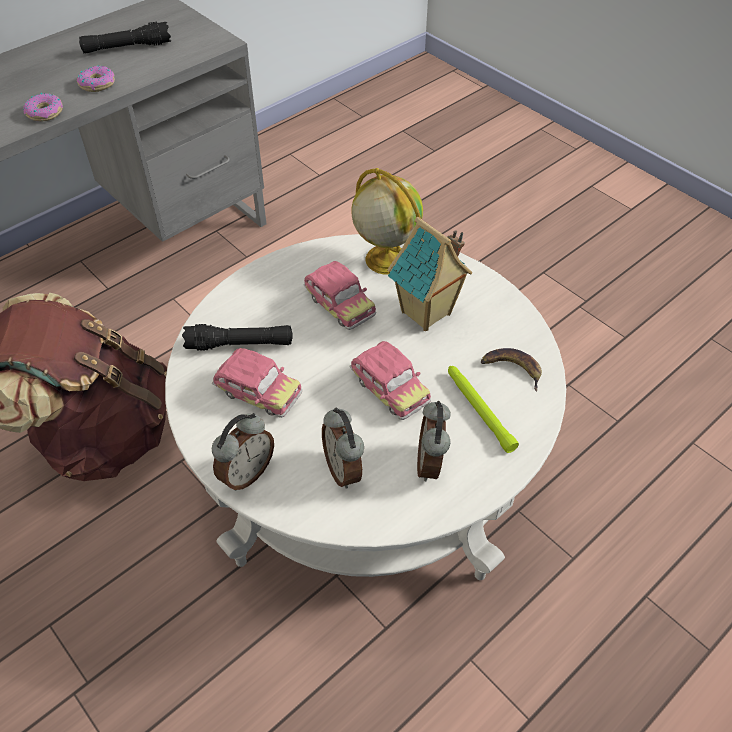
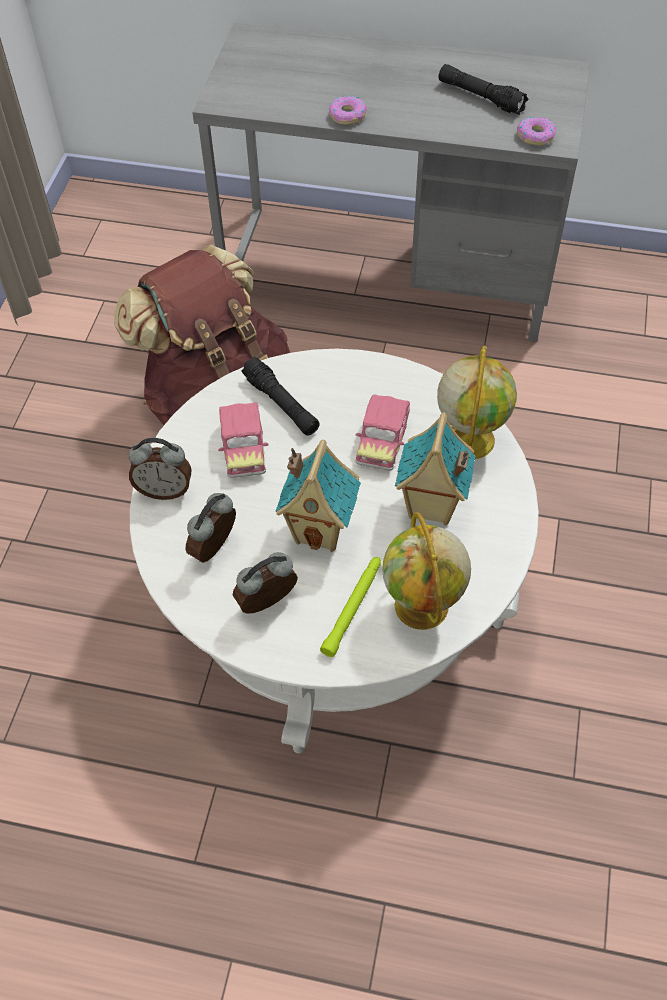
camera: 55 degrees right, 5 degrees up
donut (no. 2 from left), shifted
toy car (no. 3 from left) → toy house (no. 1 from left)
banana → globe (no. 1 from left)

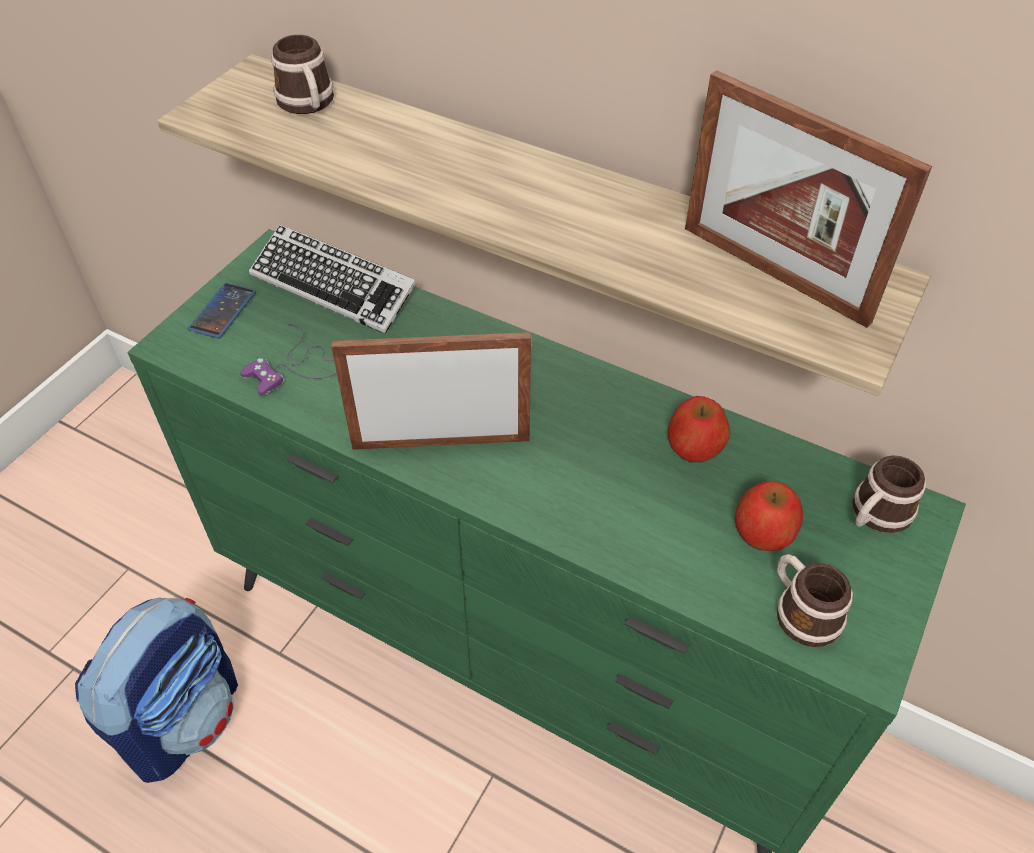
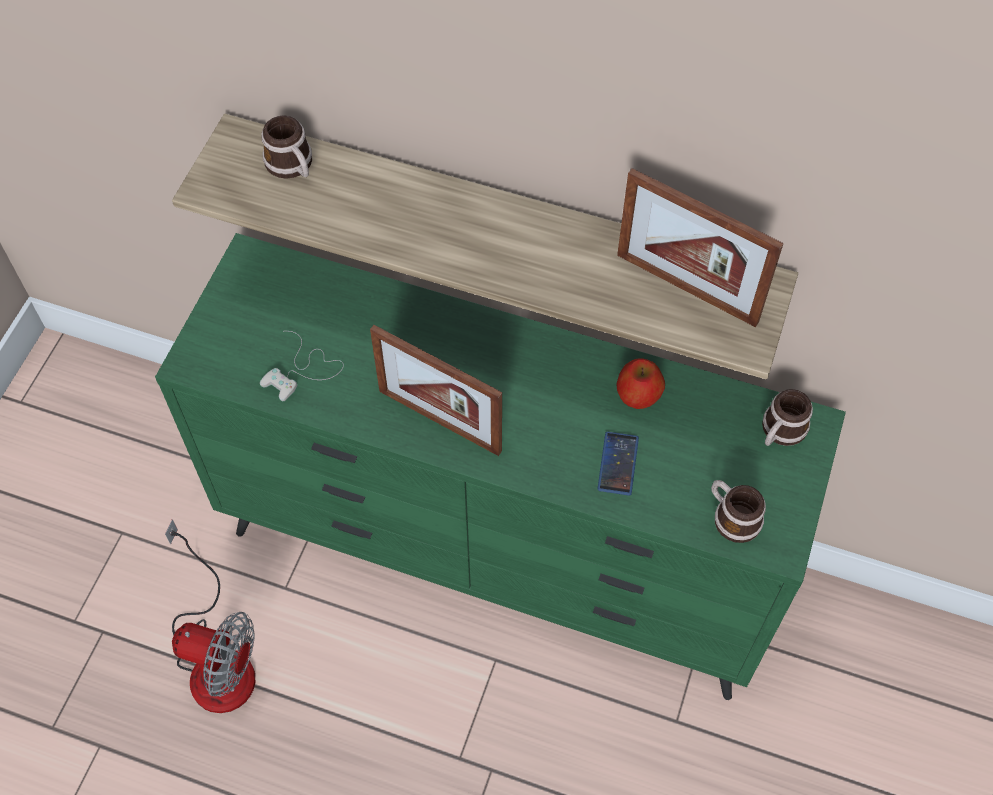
camera: 10 degrees left, 10 degrees up
keyboard → -
apple (no. 2 from left) → -
phone, shifted
backpack → fan
purple game controller → white game controller
picture frame (no. 1 from left), 135 degrees counterclockwise

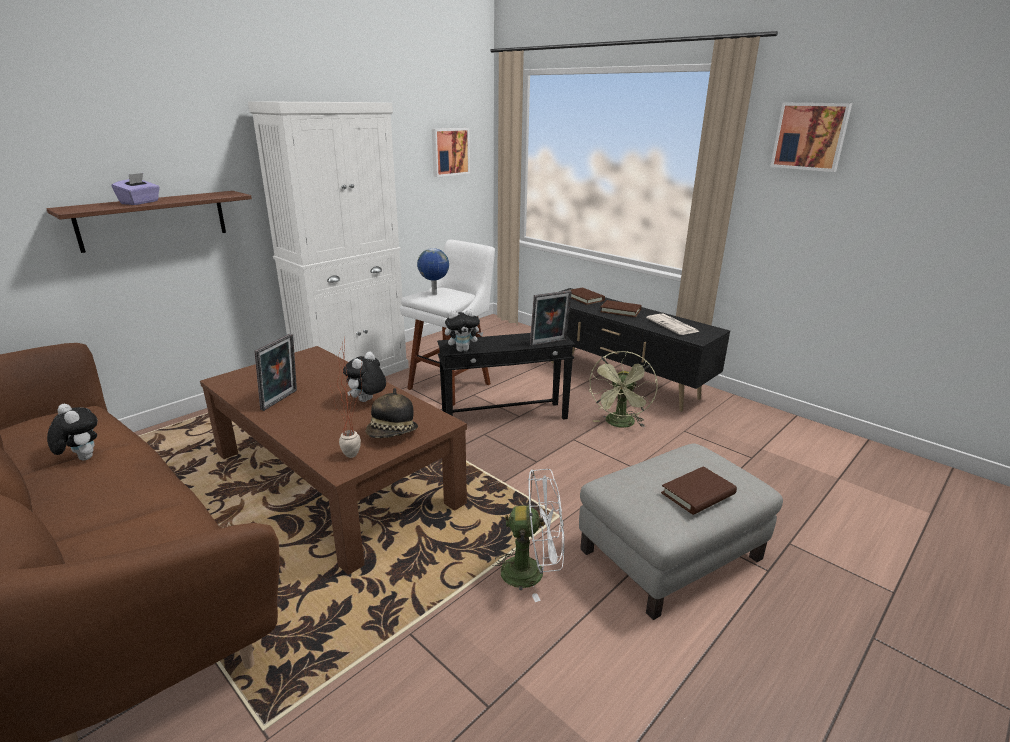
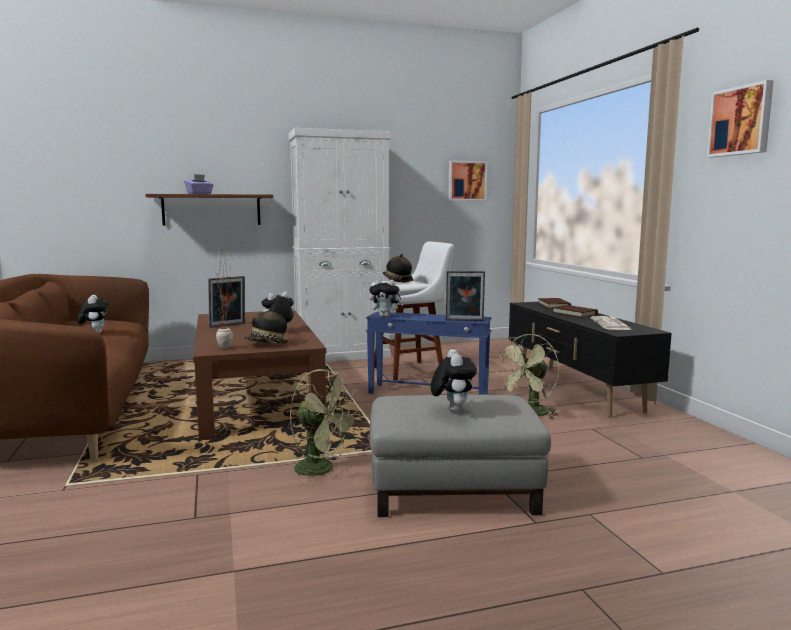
camera: 30 degrees right, 15 degrees down
globe → hat (no. 2 from left)
brown book (no. 3 from left) → plush toy (no. 4 from left)
black side table → blue side table
white fan → green fan (no. 1 from left)

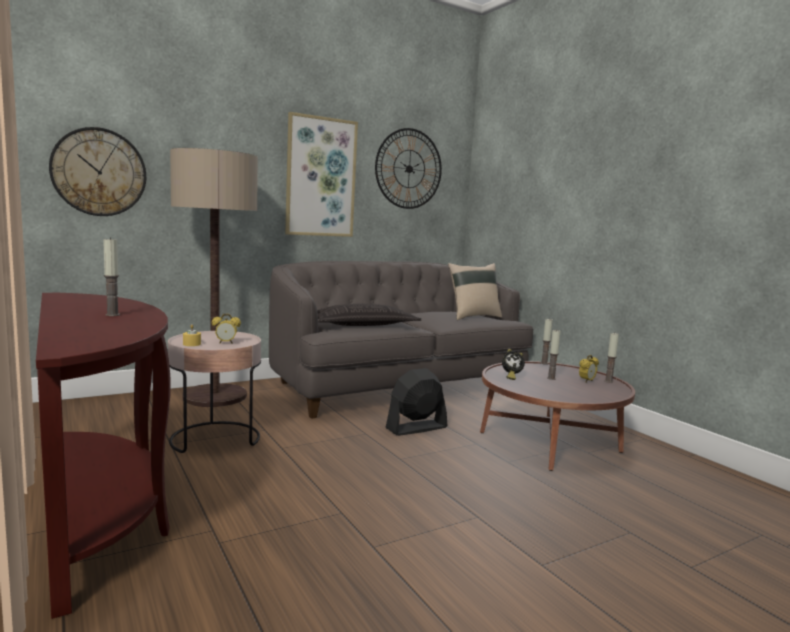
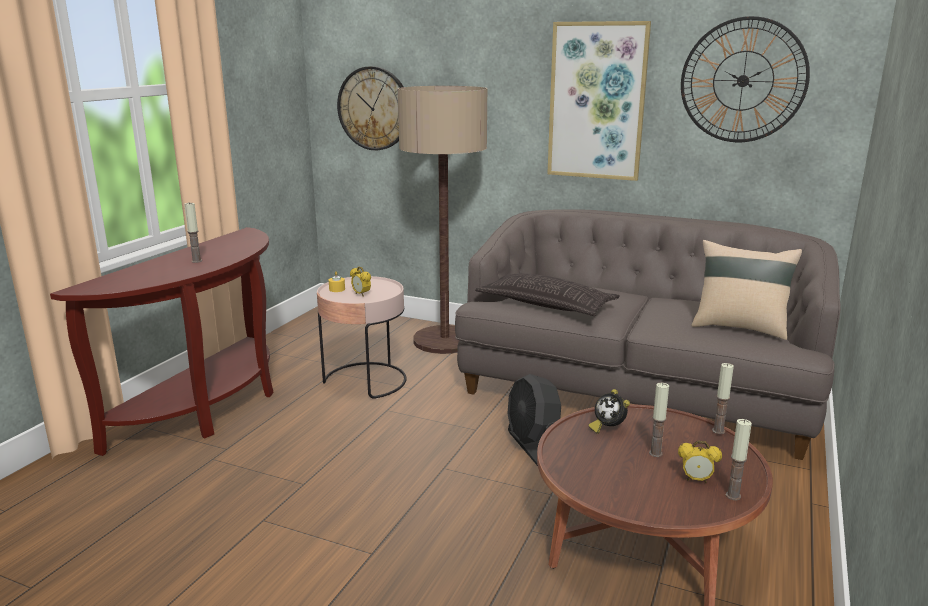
camera: 55 degrees right, 10 degrees up
black fan, 135 degrees counterclockwise

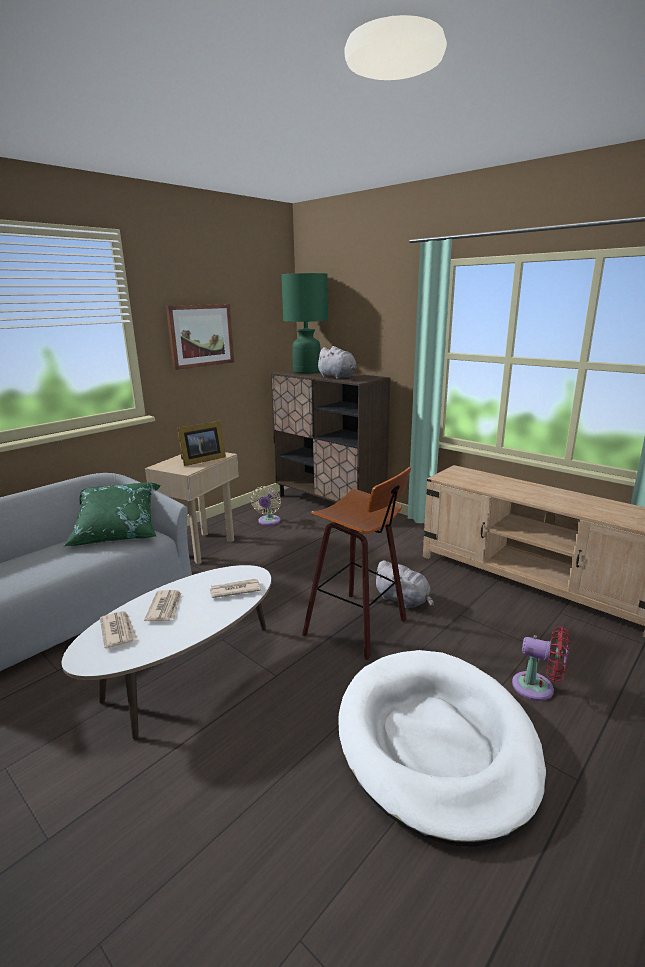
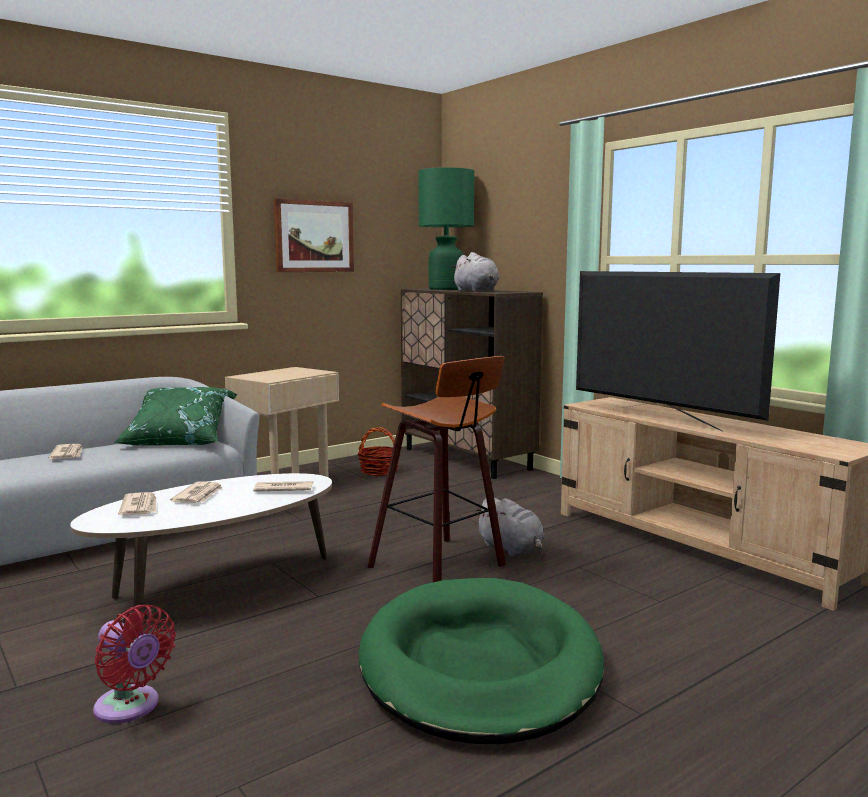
camera: 10 degrees right, 10 degrees down
picture frame → -
- → newspaper (no. 1 from left)
- → television
red fan, shifted
beige fan → basket
white dog bed → green dog bed

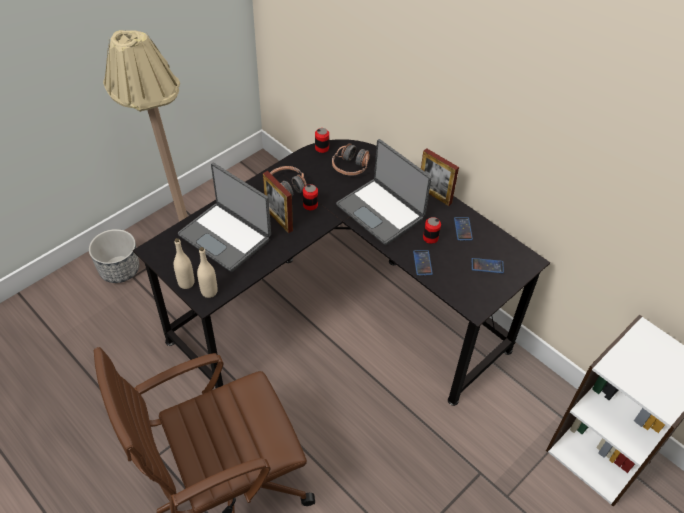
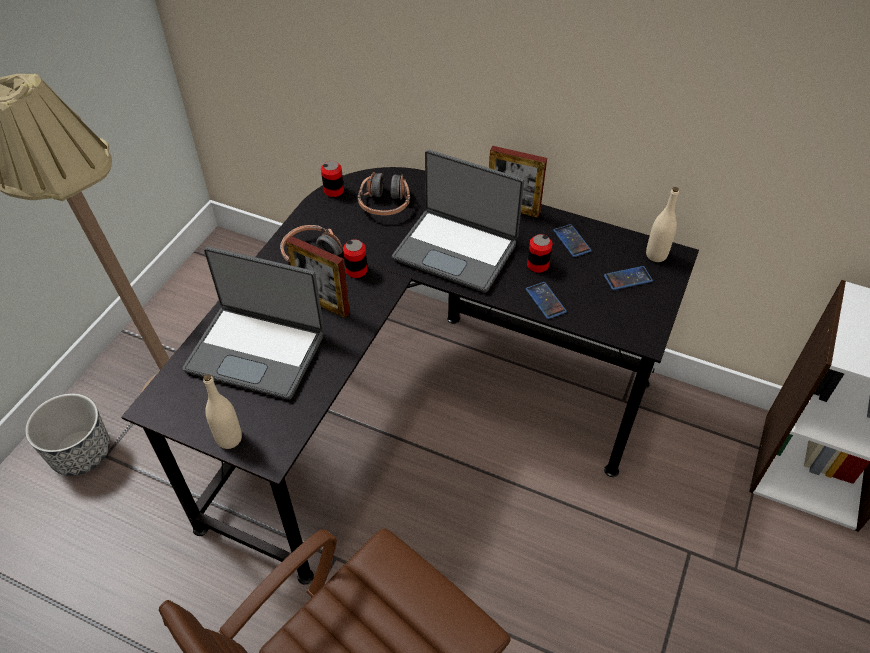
camera: 20 degrees left, 0 degrees up
beige bottle (no. 2 from left), shifted

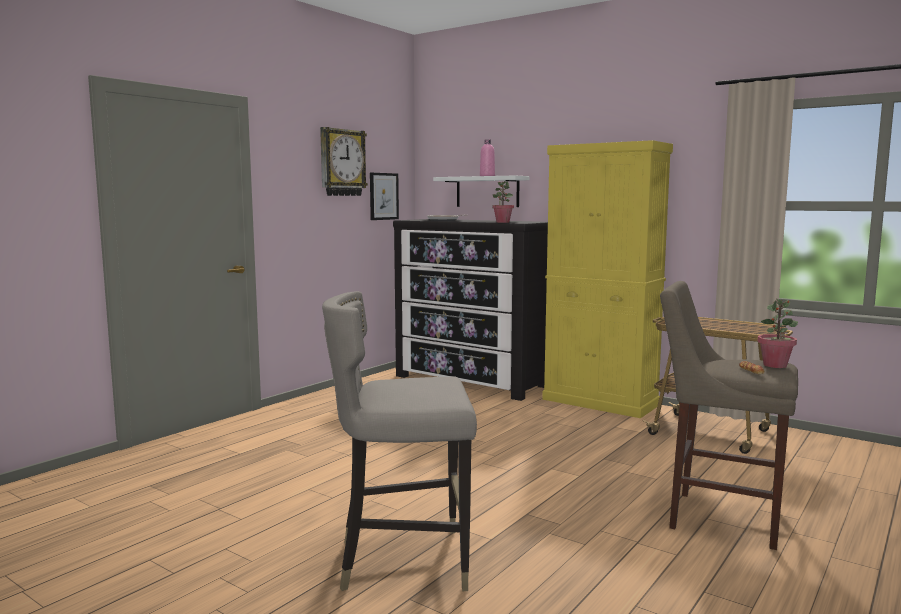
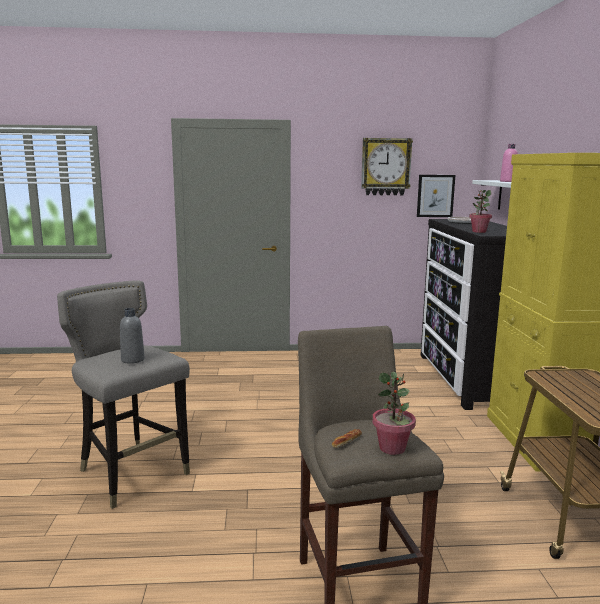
camera: 50 degrees right, 5 degrees up
- → grey bottle

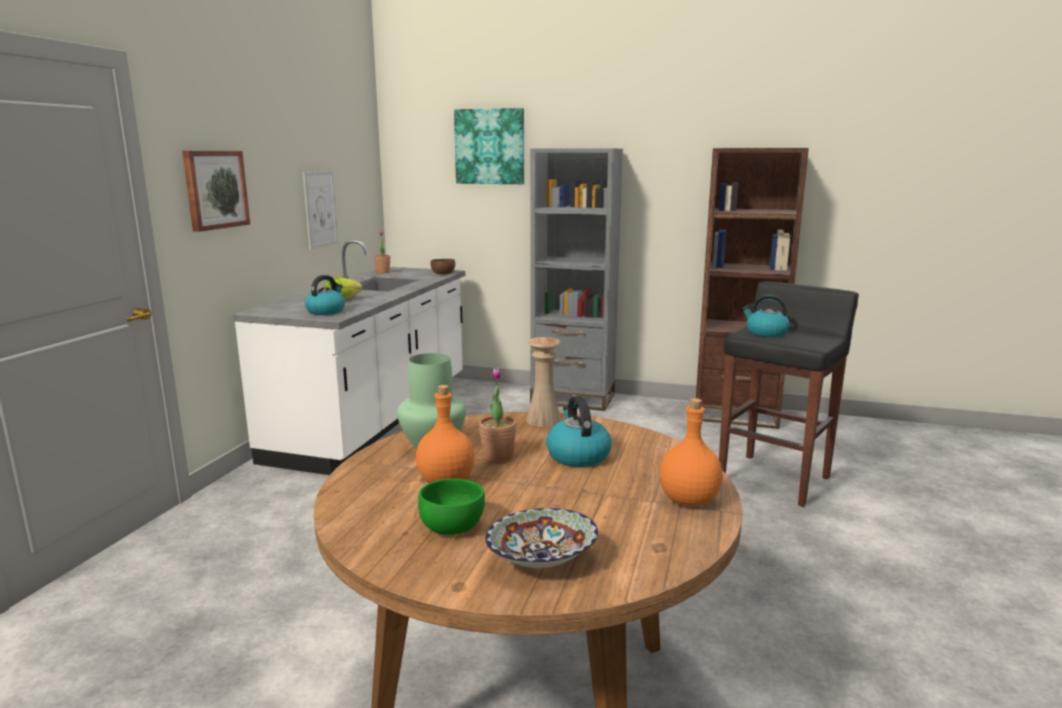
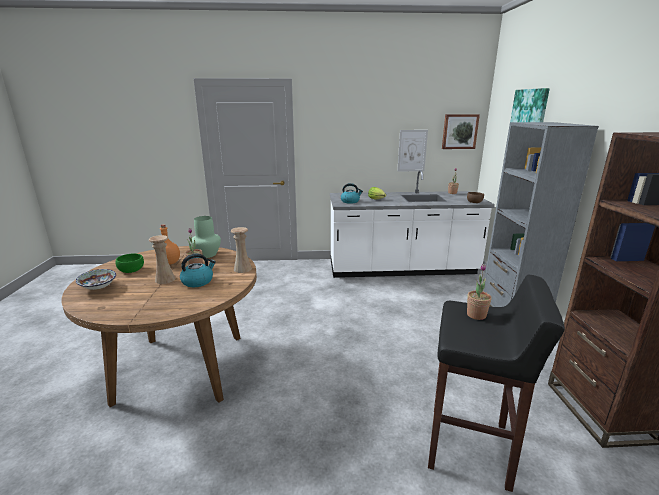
camera: 70 degrees right, 5 degrees up
orange bottle (no. 2 from left) → -
- → beige vase (no. 1 from left)
picture (no. 1 from left in the first image) → picture (no. 2 from left), shifted
kettle (no. 3 from left) → potted plant (no. 3 from left)

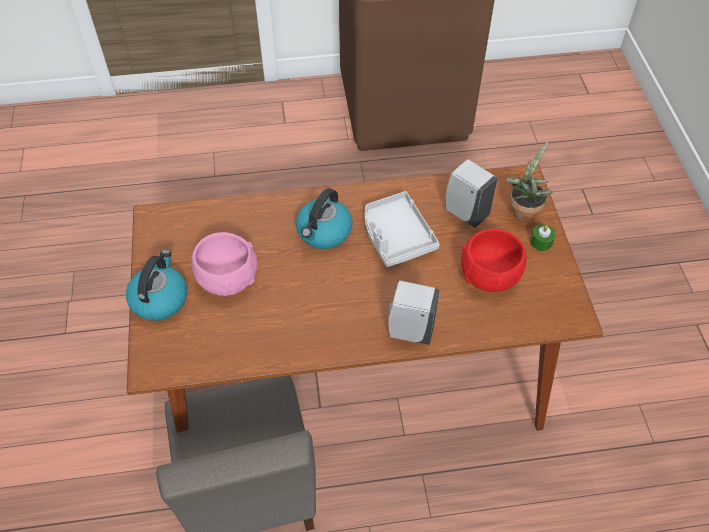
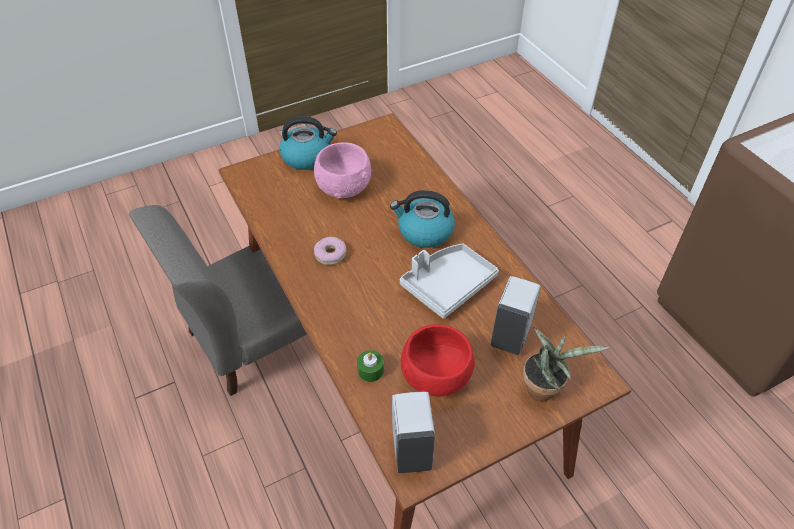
camera: 70 degrees right, 5 degrees down
- → donut
white soap dispenser (no. 1 from left), shifted
green candle, shifted

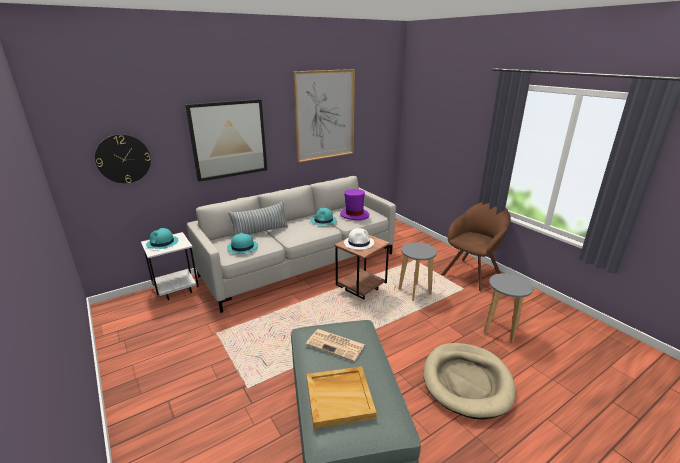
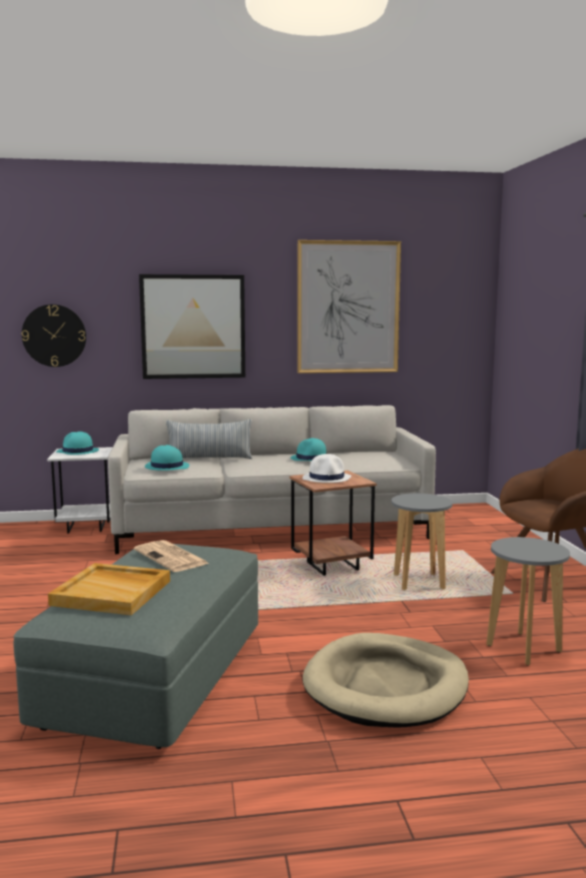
camera: 25 degrees right, 15 degrees down
purple hat → -

